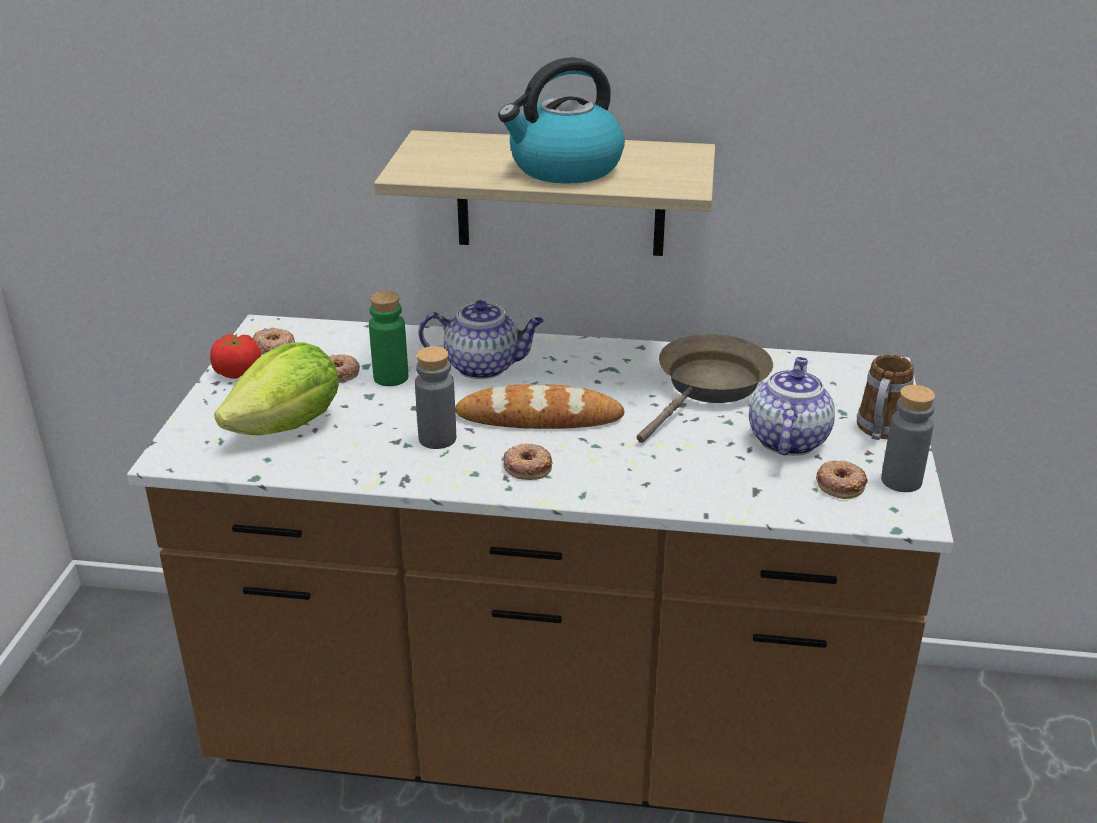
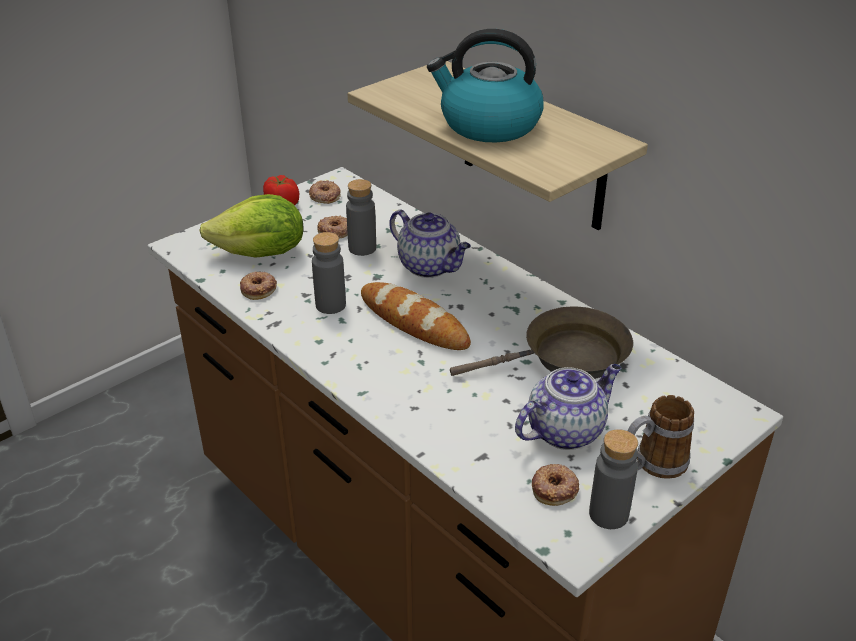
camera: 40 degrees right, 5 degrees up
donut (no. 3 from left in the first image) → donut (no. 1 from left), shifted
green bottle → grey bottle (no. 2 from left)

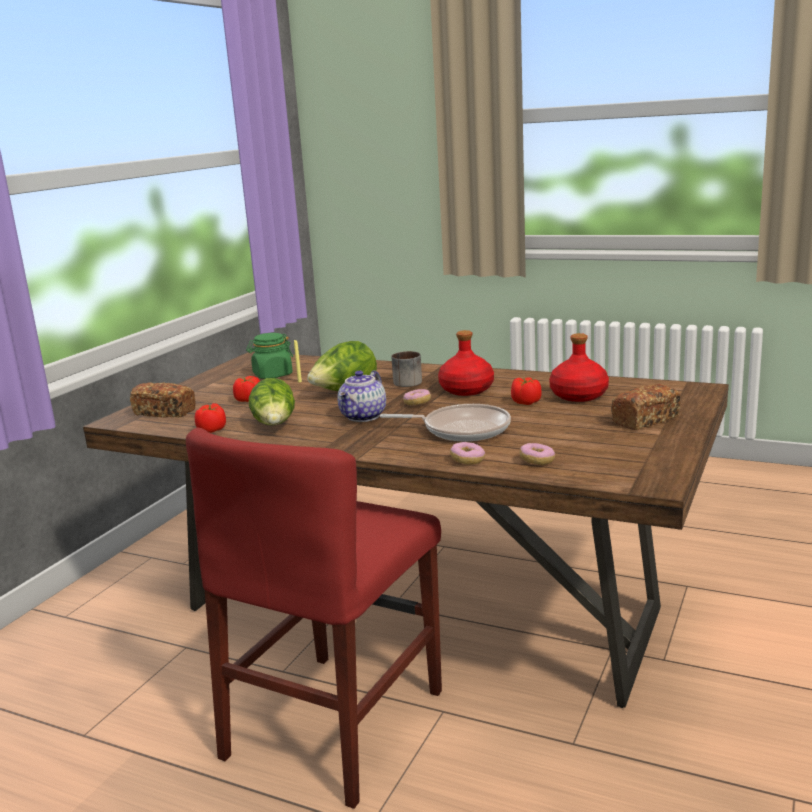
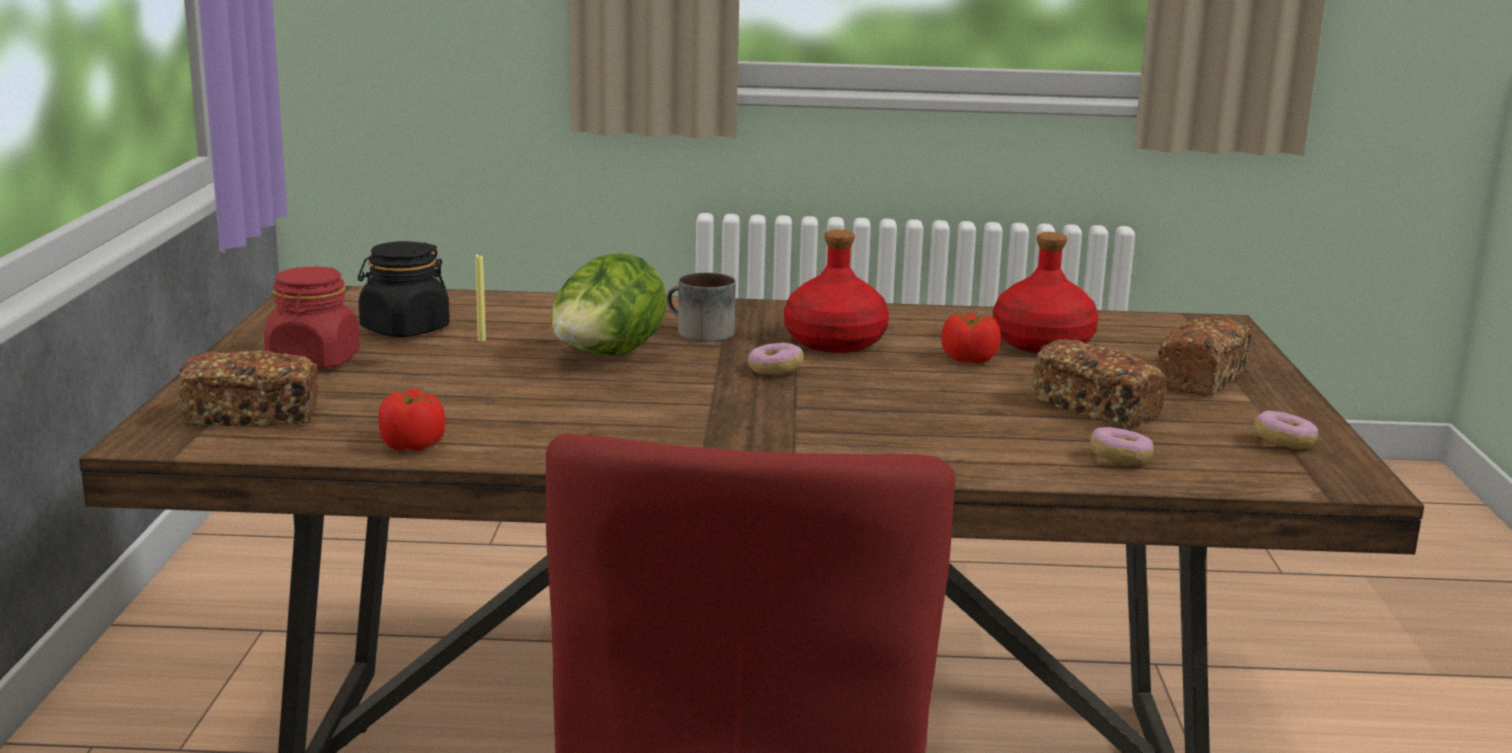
camera: 25 degrees left, 0 degrees up
tomato (no. 2 from left) → -
lettuce (no. 1 from left) → -
teapot → -
frying pan → -
- → red jar
- → bread (no. 2 from left)
donut (no. 2 from left in the first image) → donut (no. 3 from left), shifted
green jar → black jar

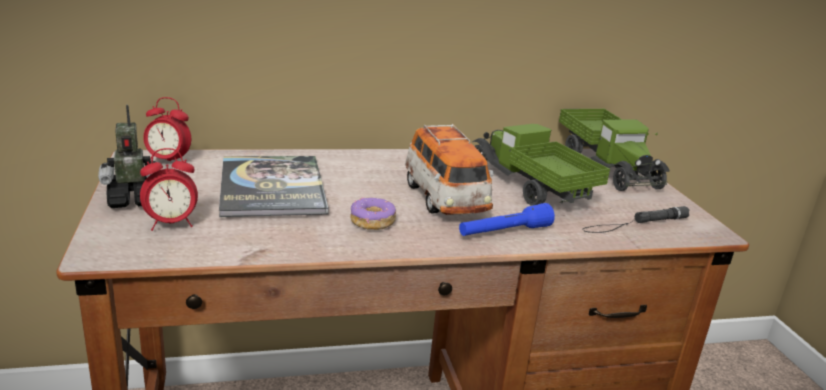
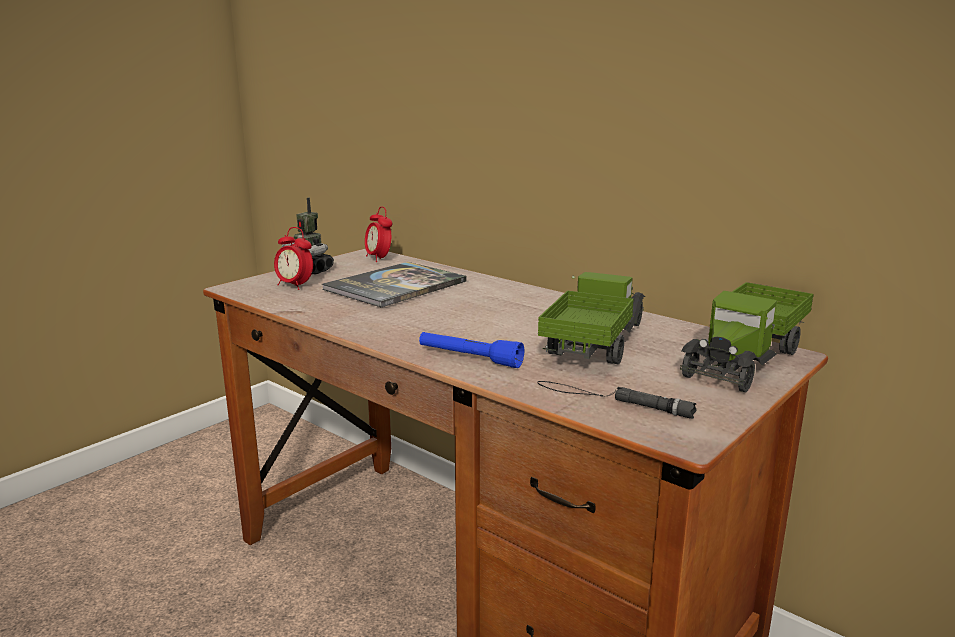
camera: 55 degrees right, 5 degrees down
donut → -
toy car → -

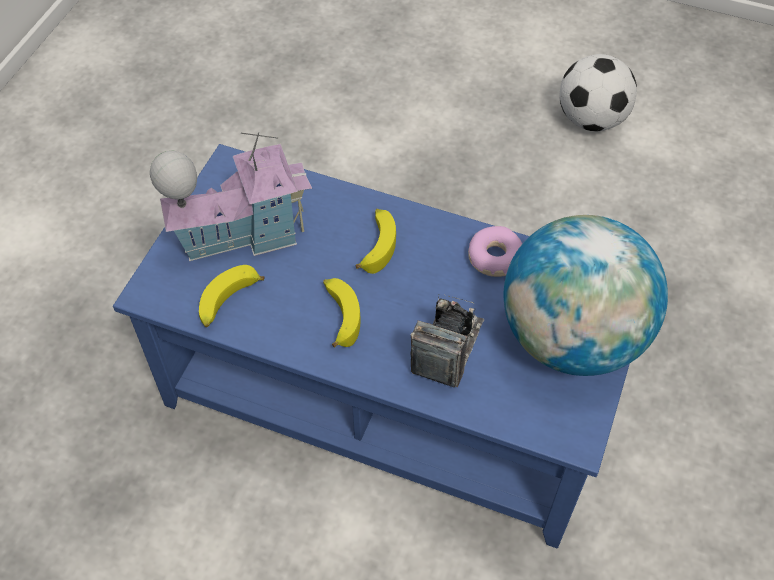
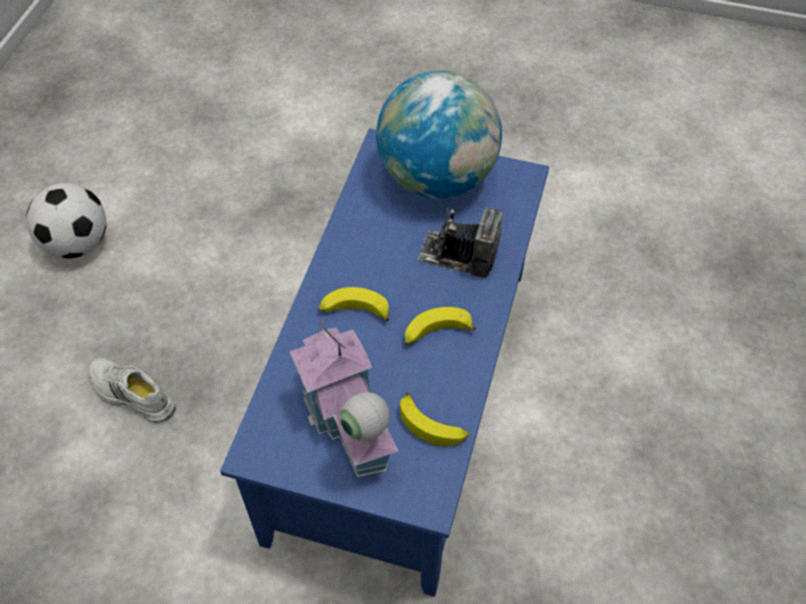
camera: 95 degrees left, 0 degrees up
donut → -
- → white shoe

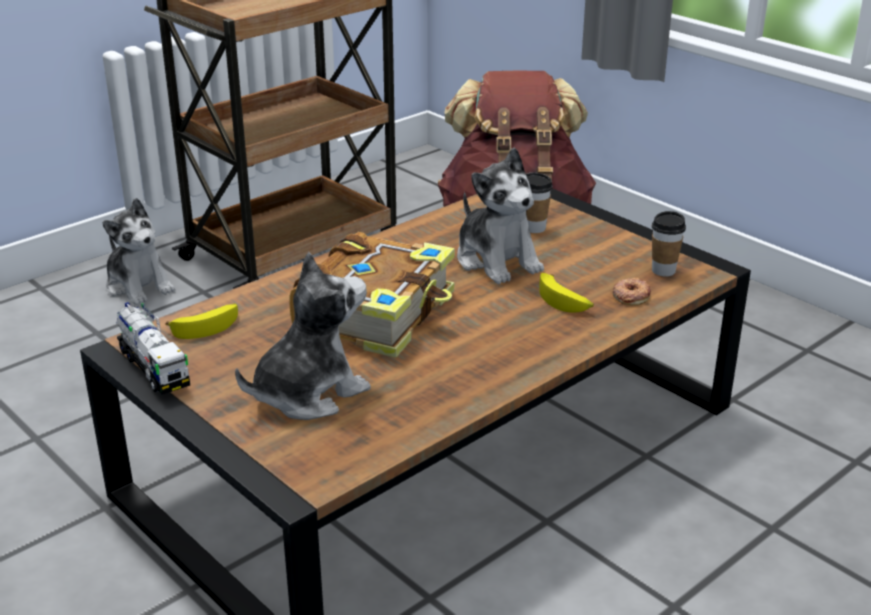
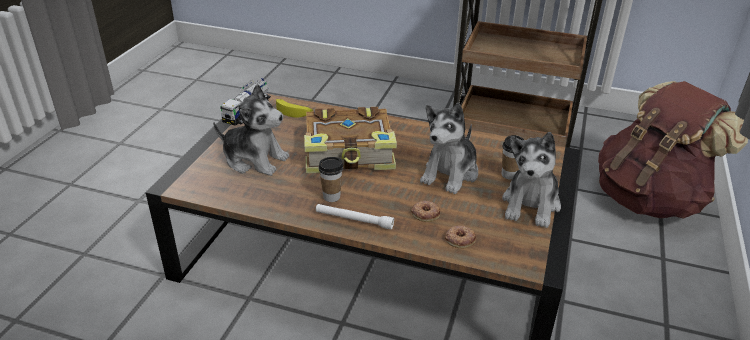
camera: 60 degrees right, 5 degrees up
- → white flashlight
plush toy (no. 1 from left in the first image) → plush toy (no. 3 from left), shifted
cup (no. 2 from left in the first image) → cup (no. 1 from left), shifted
banana (no. 2 from left) → donut (no. 1 from left)

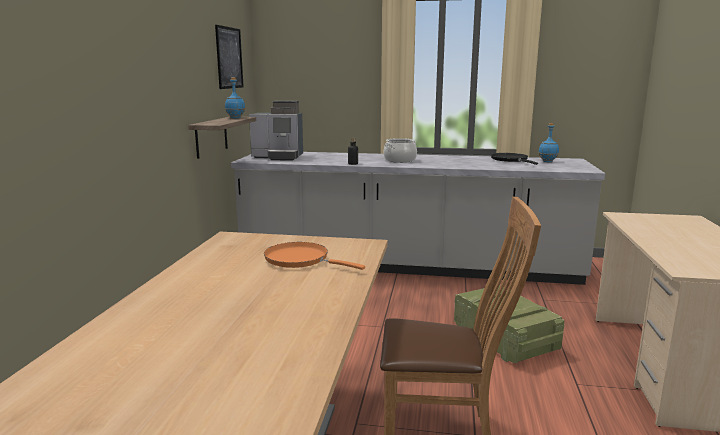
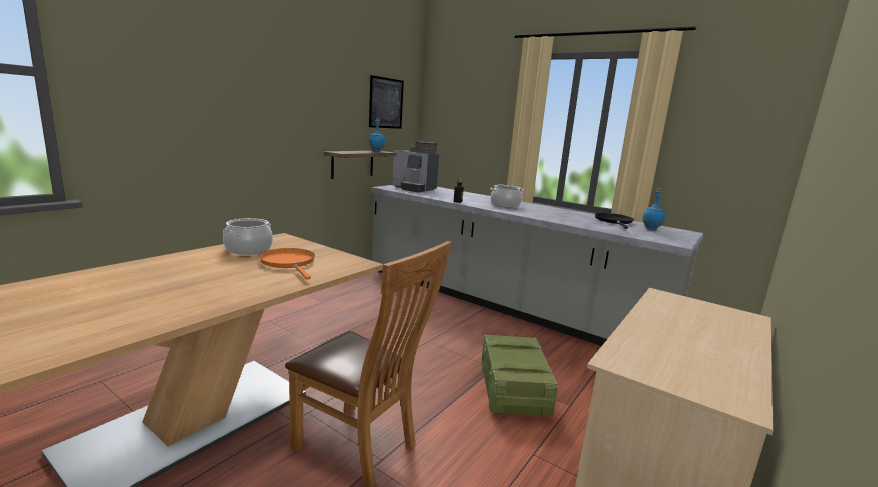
camera: 25 degrees right, 0 degrees up
- → cooking pot (no. 1 from left)

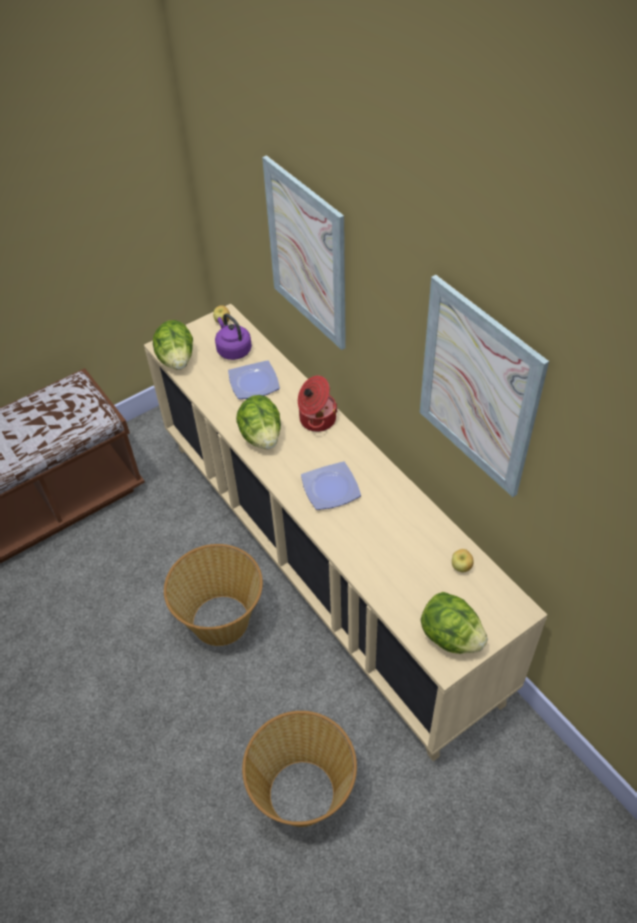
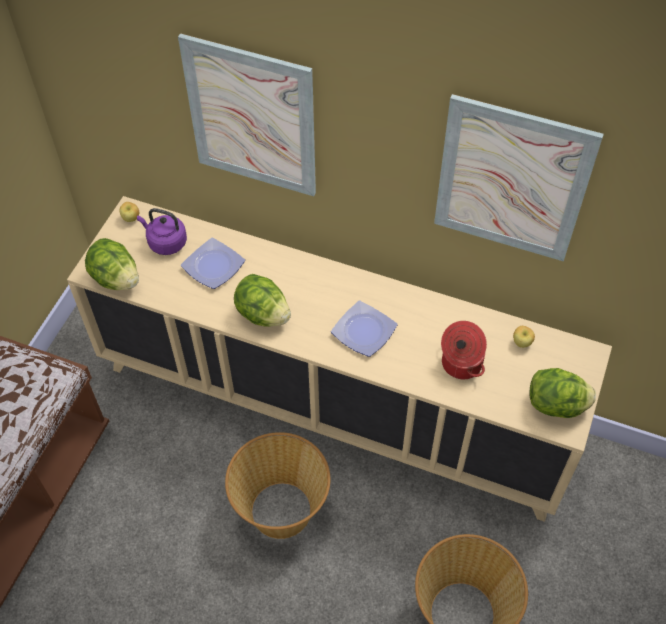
camera: 35 degrees left, 5 degrees up
cooking pot, shifted

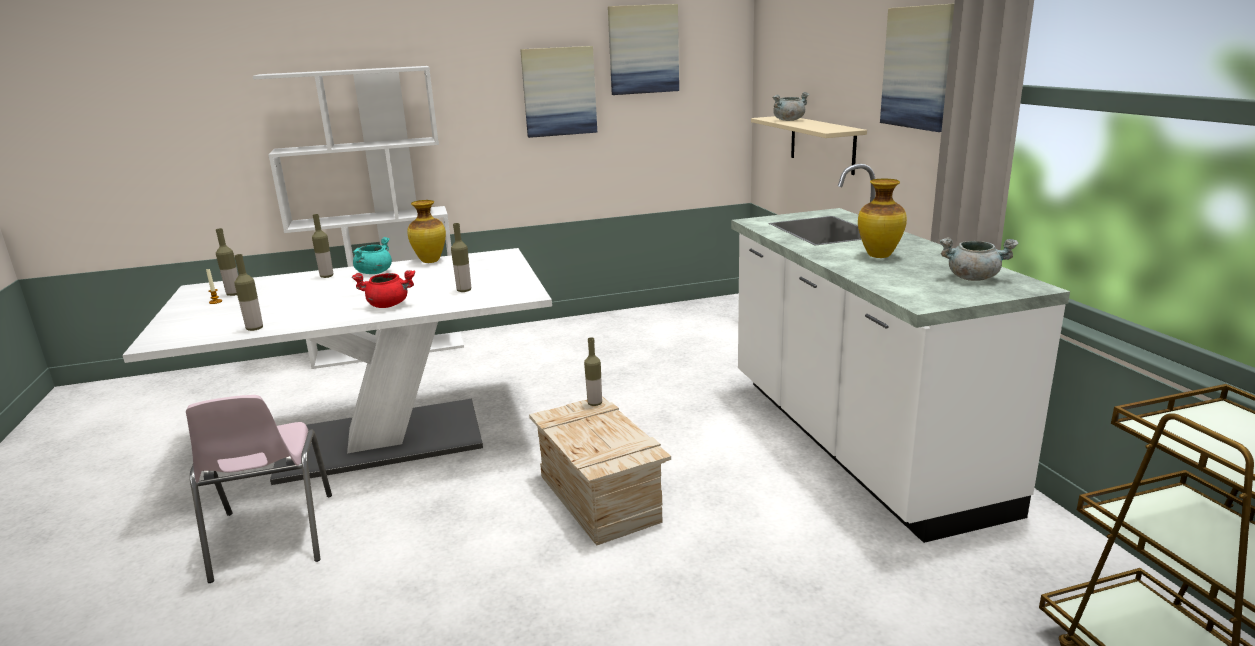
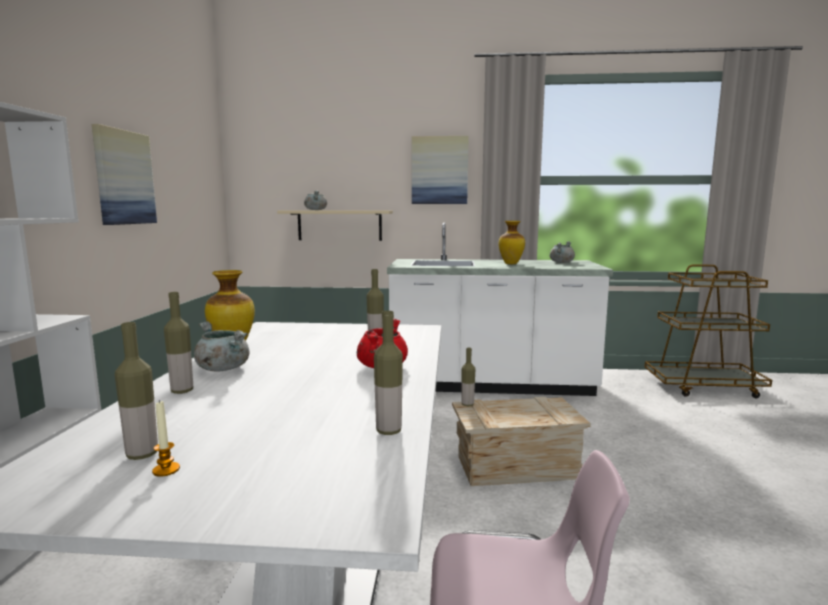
camera: 70 degrees left, 10 degrees down
picture (no. 2 from left) → -
turquoise cooking pot → grey cooking pot (no. 1 from left)

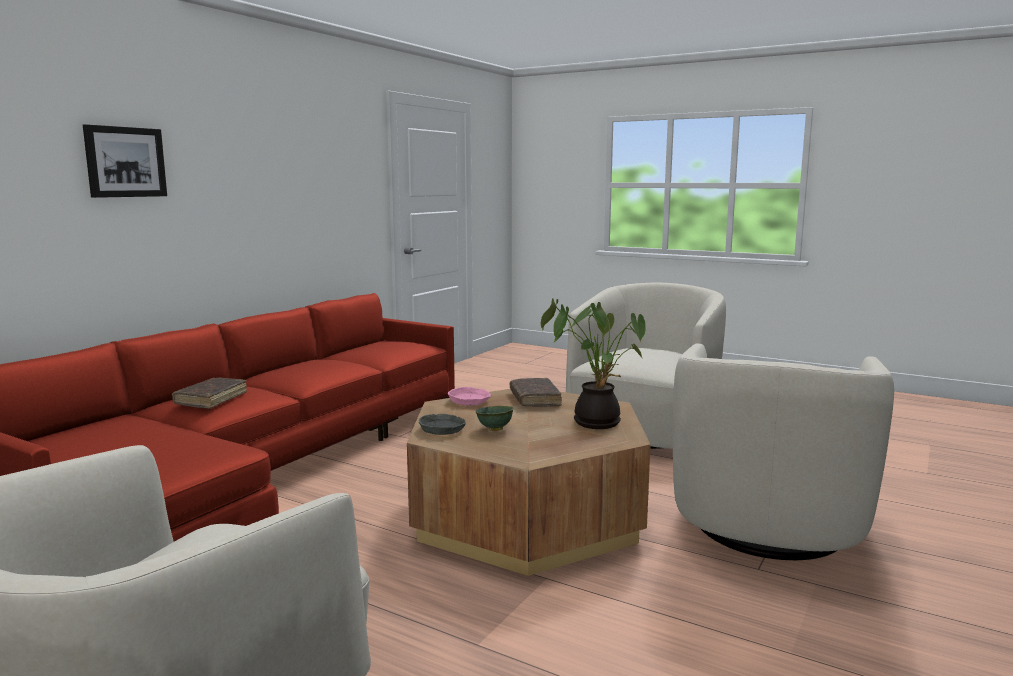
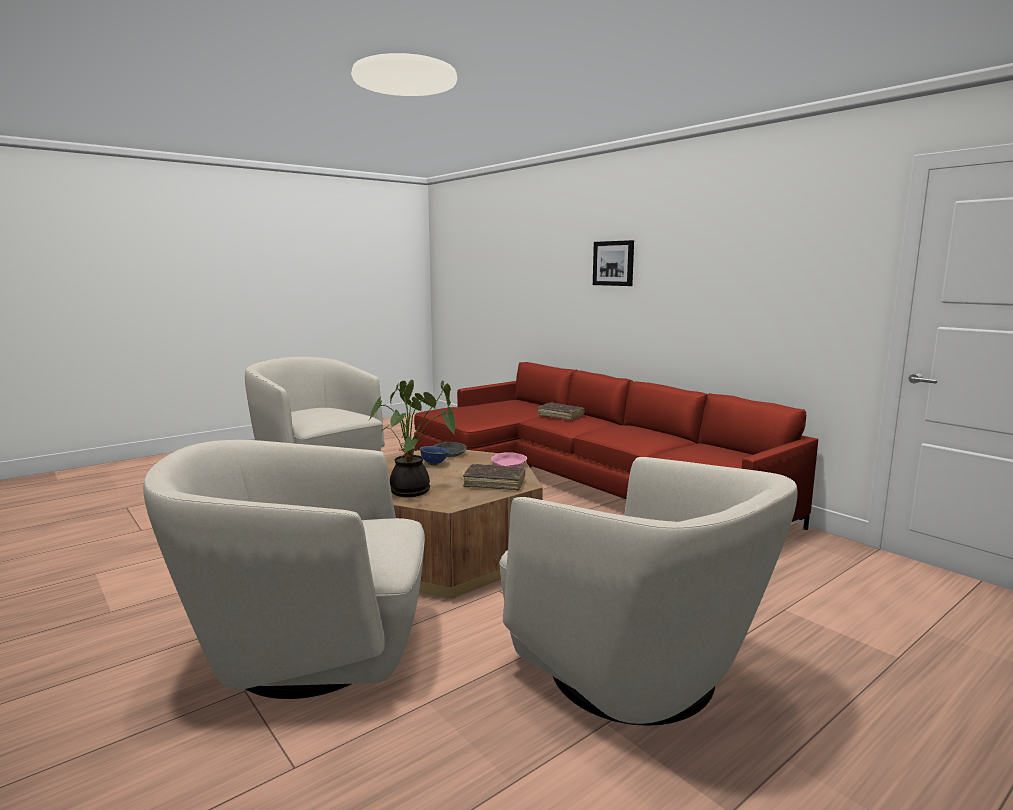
camera: 110 degrees right, 0 degrees up
green bowl → blue bowl
beige armchair (no. 3 from left in the first image) → beige armchair (no. 1 from left), 45 degrees counterclockwise

